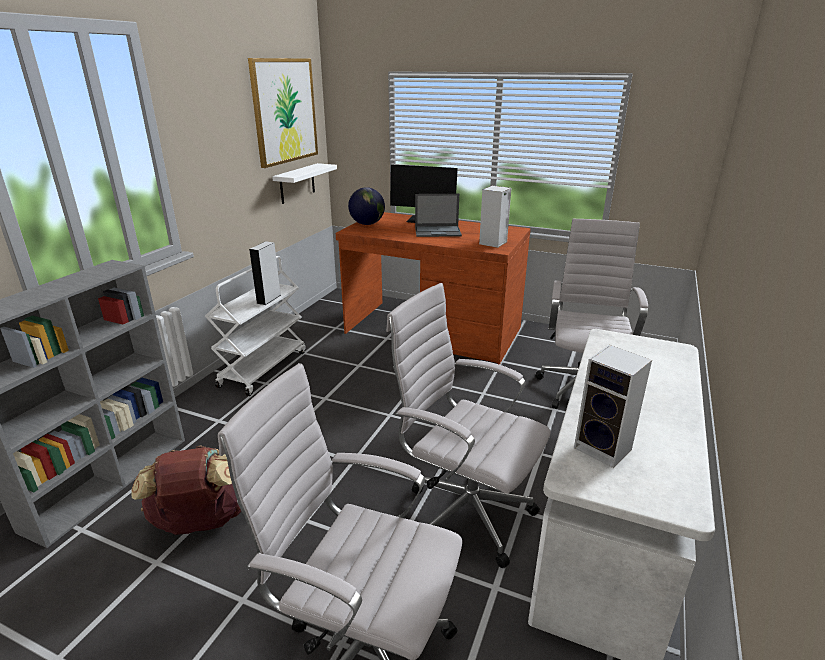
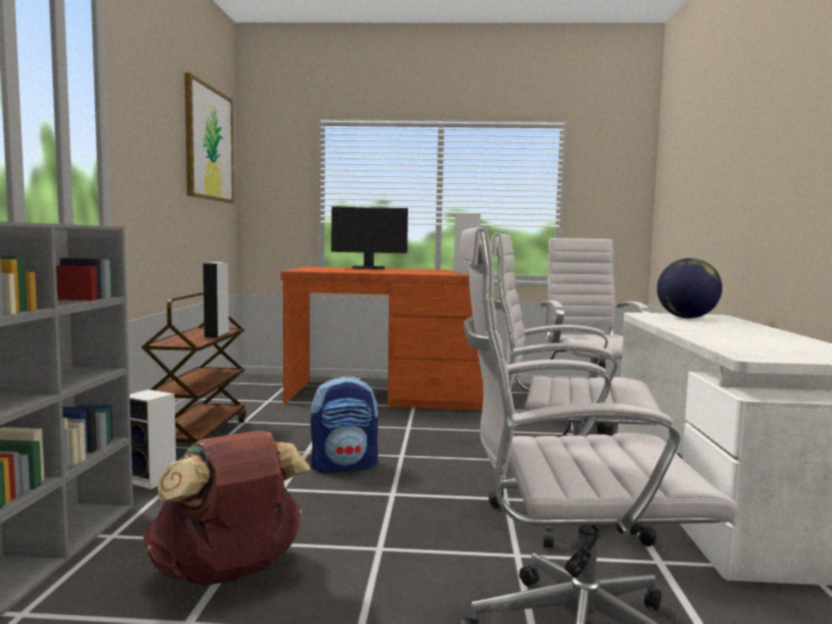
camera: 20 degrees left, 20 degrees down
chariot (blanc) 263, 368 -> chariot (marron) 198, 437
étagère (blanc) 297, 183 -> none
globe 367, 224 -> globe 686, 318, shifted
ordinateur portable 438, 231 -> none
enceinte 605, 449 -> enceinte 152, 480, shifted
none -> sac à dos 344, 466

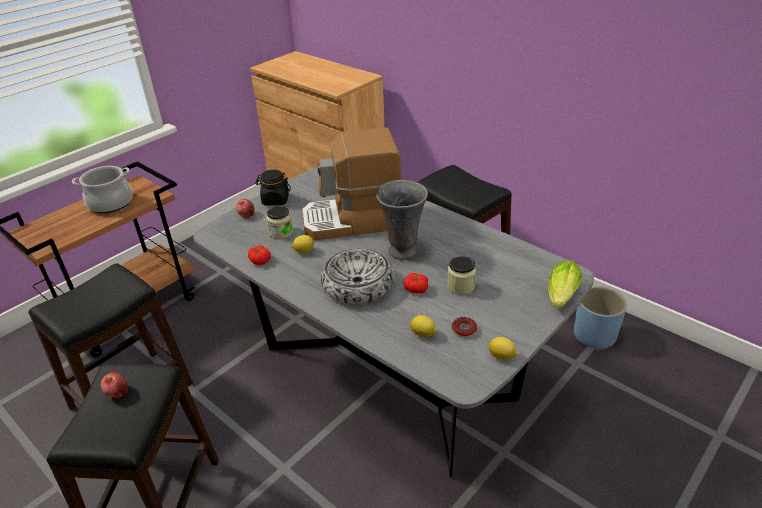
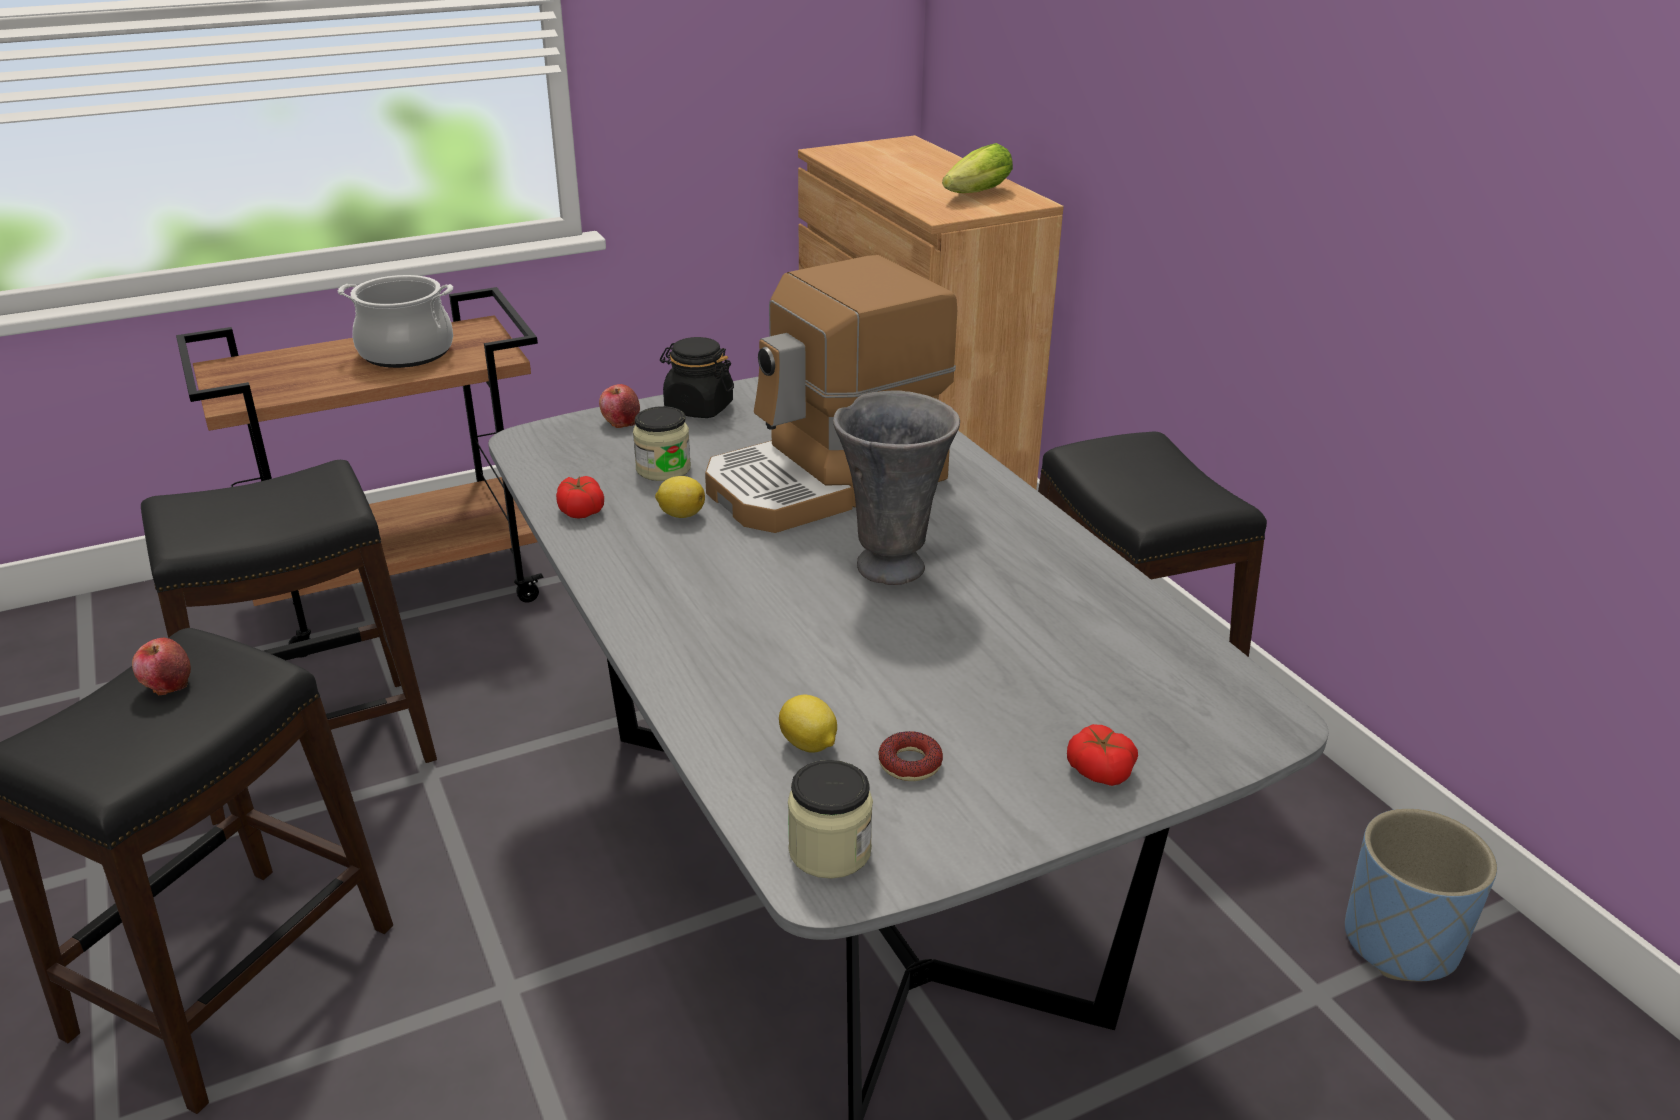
camera: 20 degrees right, 5 degrees down
machine à café 352, 221 -> machine à café 827, 482, 45 degrees counterclockwise
bol 358, 284 -> none
tomate 416, 289 -> tomate 1099, 770, shifted
bocal 461, 286 -> bocal 830, 850, shifted
citron 502, 356 -> none
laitue 561, 297 -> laitue 973, 195, shifted

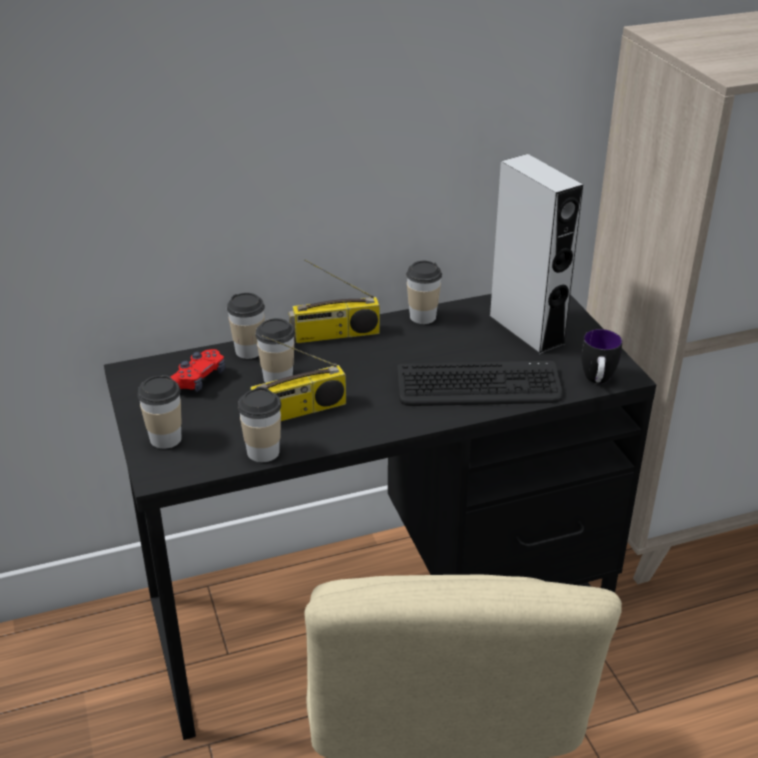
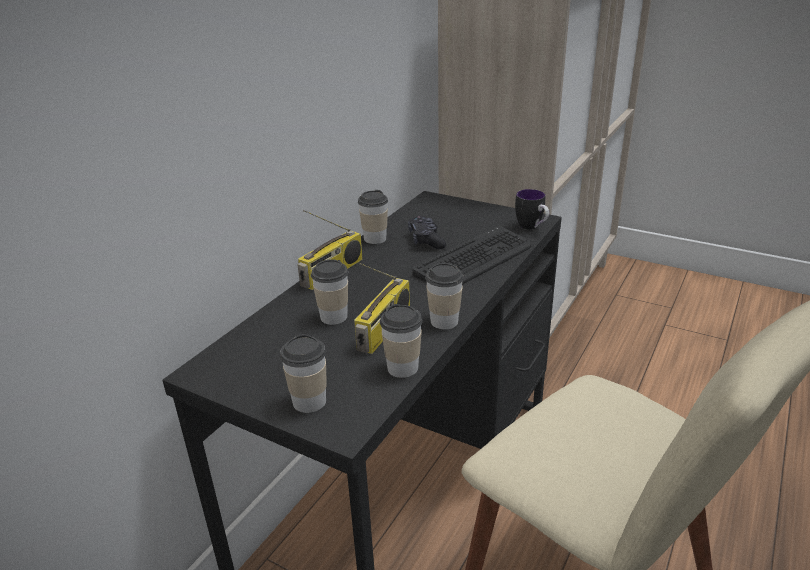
camera: 40 degrees left, 5 degrees down
manette (rouge) 197, 380 -> none
tasse 249, 351 -> tasse 444, 321, shifted
enceinte (gris) 526, 330 -> none
none -> manette (noir) 426, 240

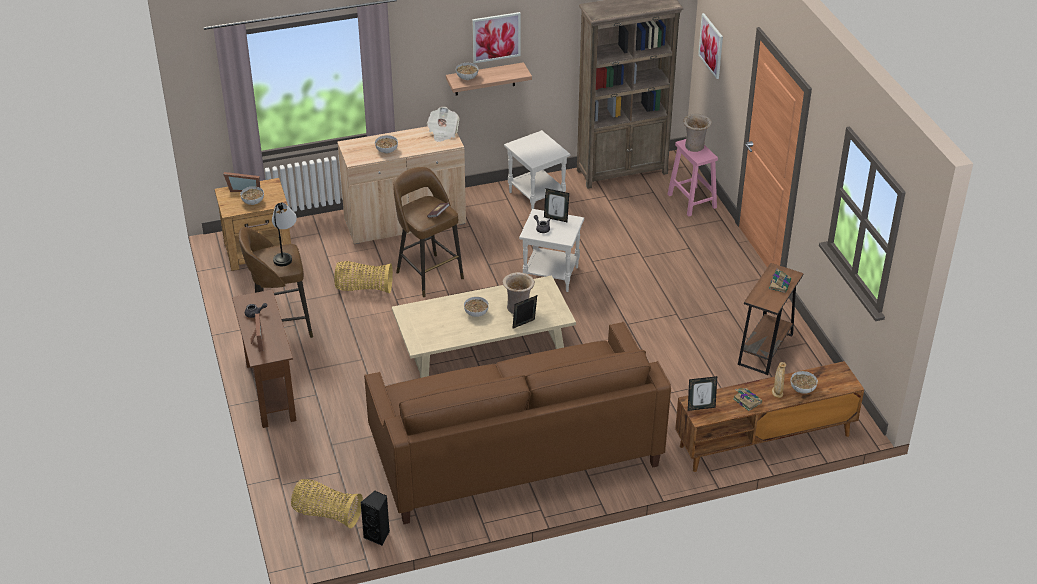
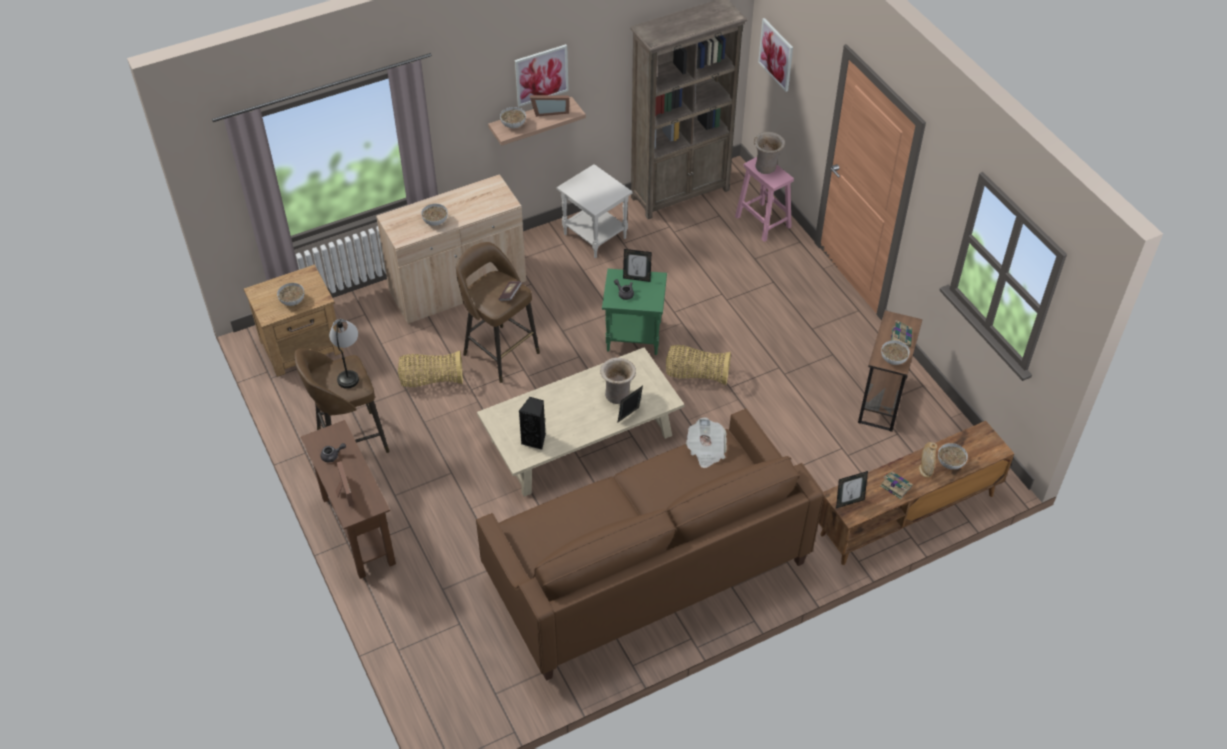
camera: 10 degrees left, 10 degrees up
cadre photo 244, 189 -> cadre photo 549, 111, shifted
panier 326, 514 -> panier 696, 375, shifted
enceinte (noir) 378, 535 -> enceinte (noir) 535, 439, shifted
journal 443, 132 -> journal 706, 450, shifted
bol 476, 313 -> bol 893, 359, shifted
table d'appoint (blanc) 552, 275 -> table d'appoint (vert) 634, 335

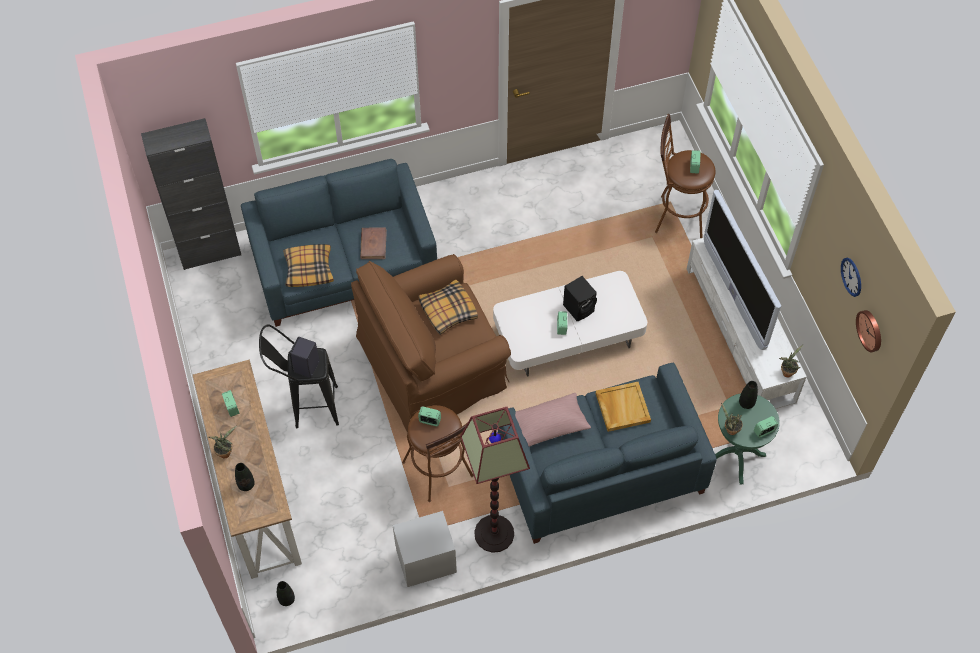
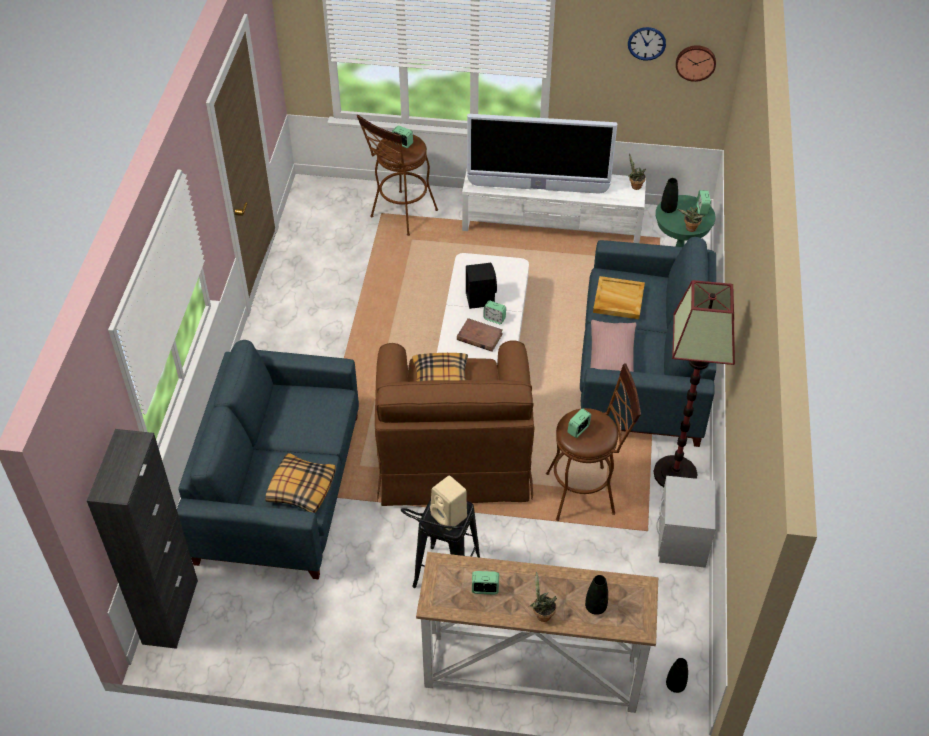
camera: 65 degrees left, 10 degrees down
enceinte (noir) 306, 367 -> enceinte (beige) 450, 516
livre (marron) 373, 244 -> livre (marron) 479, 337, shifted

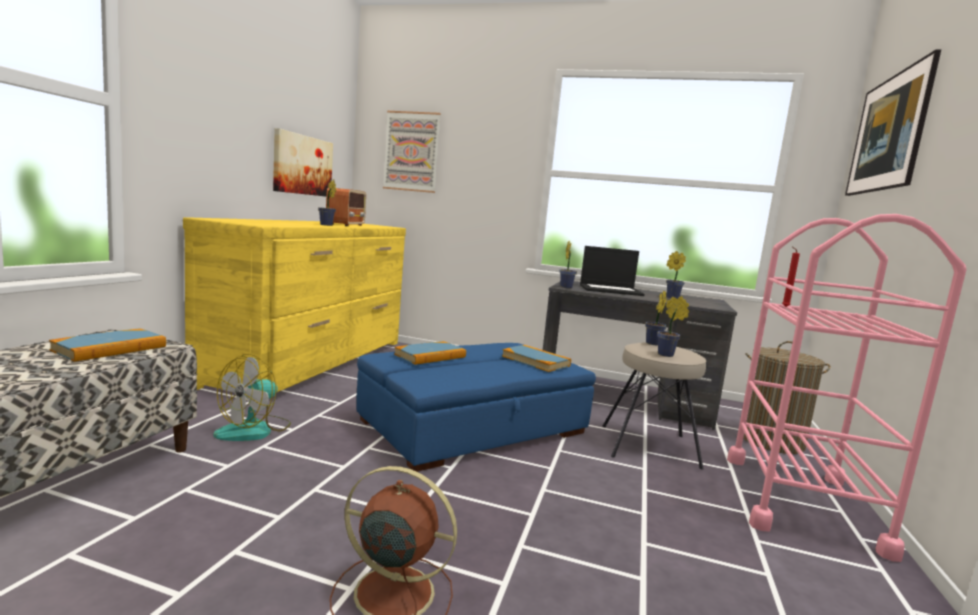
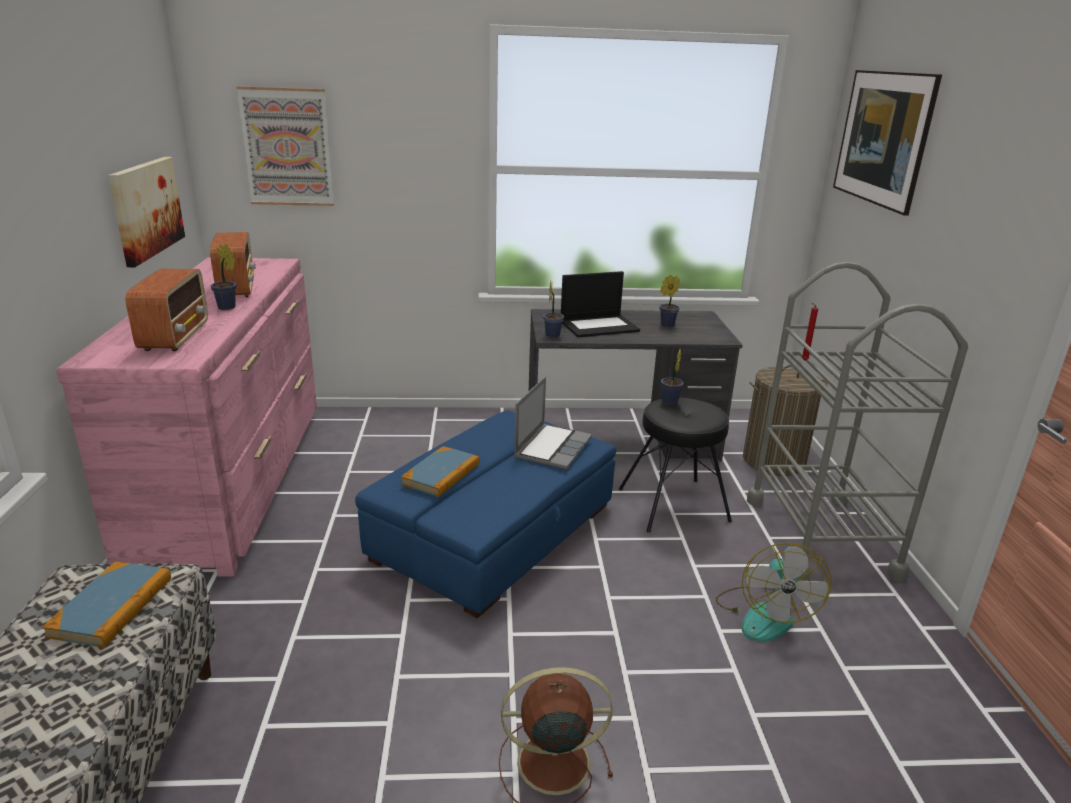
camera: 20 degrees left, 15 degrees up
commode (jaune) 313, 361 -> commode (rose) 235, 477
ventilateur 254, 430 -> ventilateur 764, 614, shifted
livre 535, 361 -> ordinateur portable 552, 447
tabouret (beige) 649, 446 -> tabouret (noir) 674, 505
plante en pot 667, 355 -> none
chariot (rose) 800, 502 -> chariot (gris) 820, 536
none -> radio 175, 336

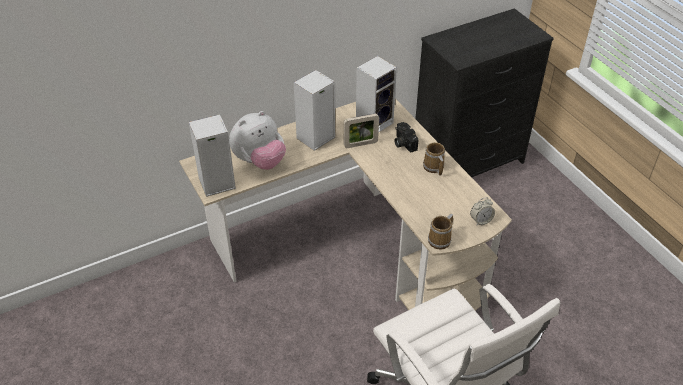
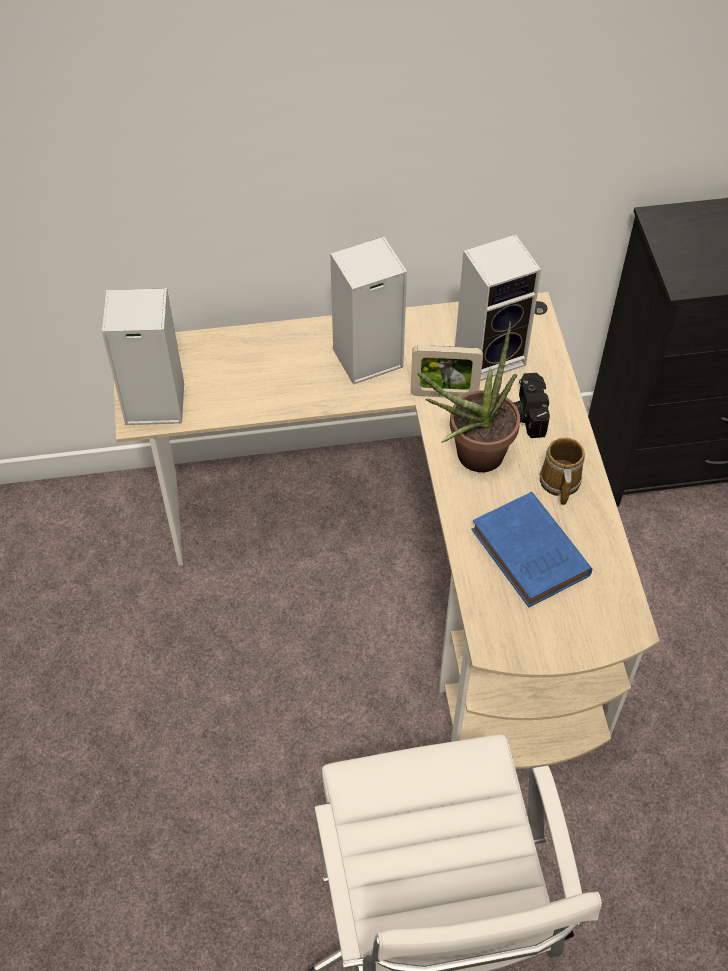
camera: 20 degrees right, 10 degrees up
peluche 259, 161 -> none
mug 441, 240 -> none
réveil 481, 220 -> none
none -> plante en pot 471, 458
none -> livre (bleu) 532, 555

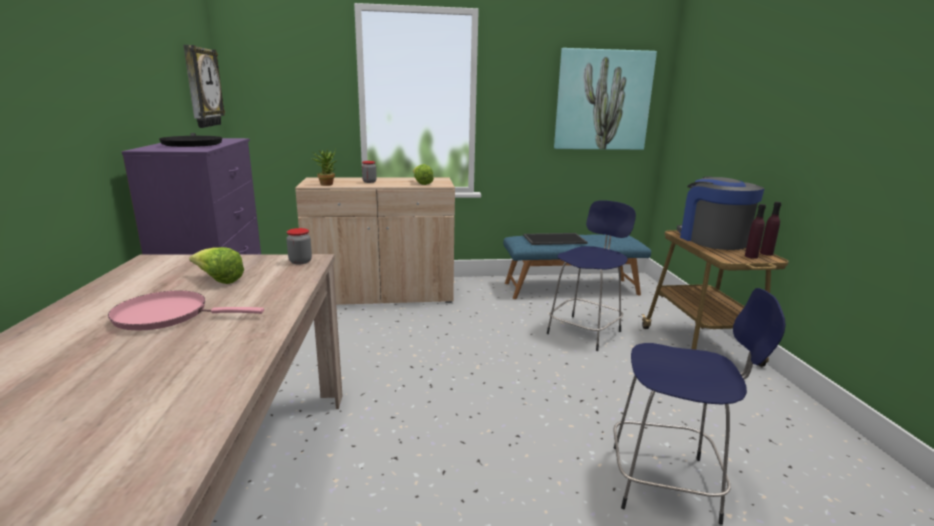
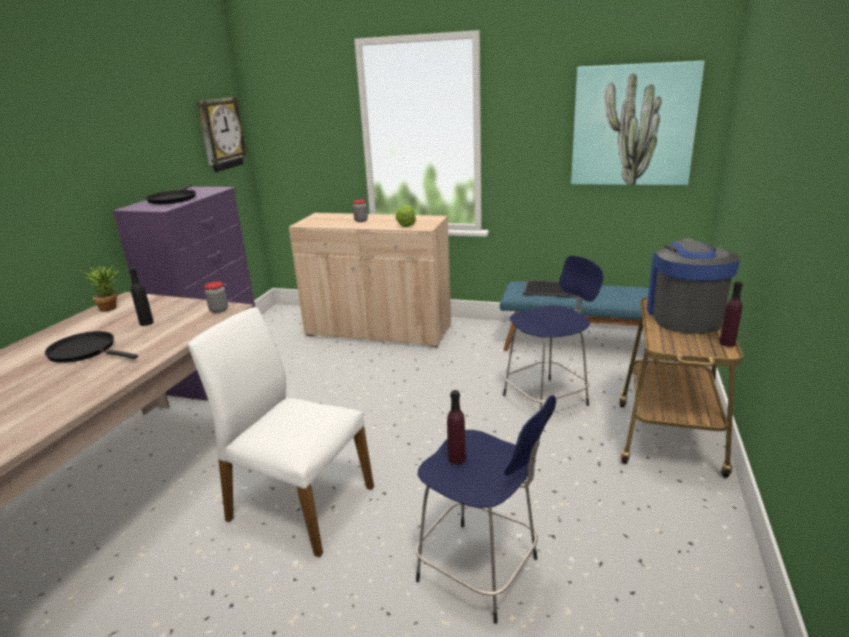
camera: 25 degrees right, 5 degrees up
poêle (rose) 167, 315 -> poêle (noir) 86, 351
laitue 219, 280 -> bouteille (noir) 146, 323
plante en pot 327, 184 -> plante en pot 110, 307, shifted
bouteille (violet) 751, 256 -> bouteille (violet) 457, 458, shifted
none -> chaise (blanc) 298, 504

